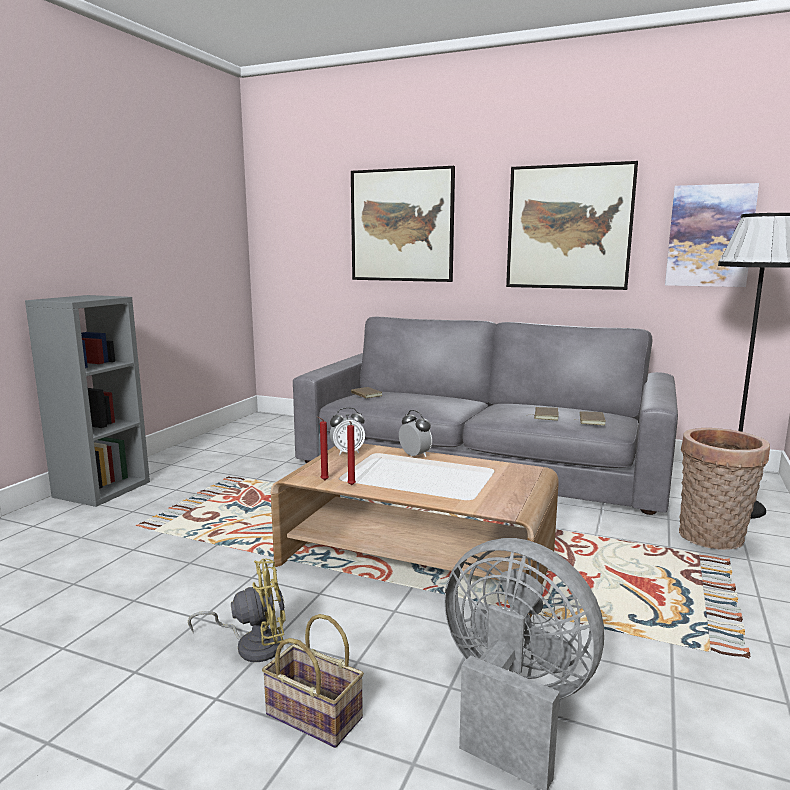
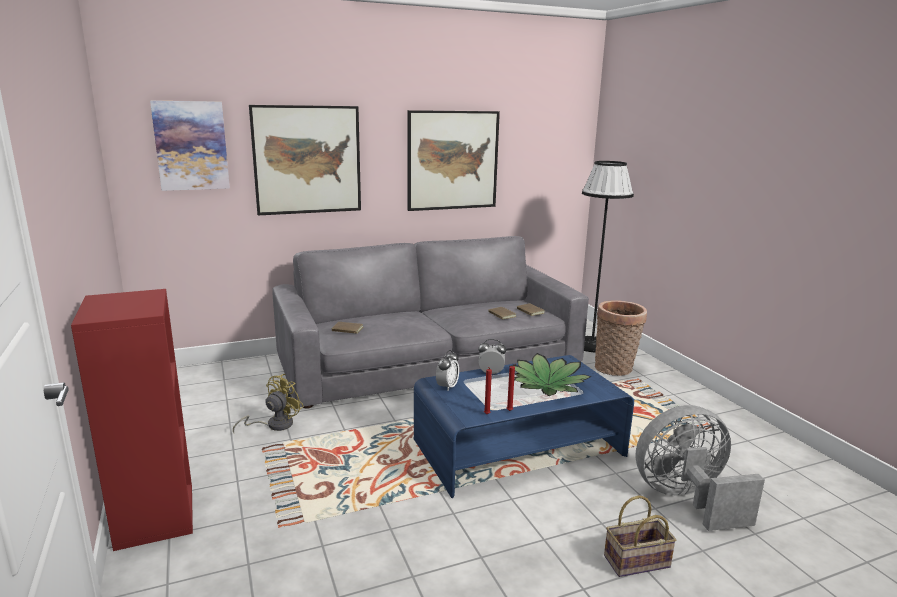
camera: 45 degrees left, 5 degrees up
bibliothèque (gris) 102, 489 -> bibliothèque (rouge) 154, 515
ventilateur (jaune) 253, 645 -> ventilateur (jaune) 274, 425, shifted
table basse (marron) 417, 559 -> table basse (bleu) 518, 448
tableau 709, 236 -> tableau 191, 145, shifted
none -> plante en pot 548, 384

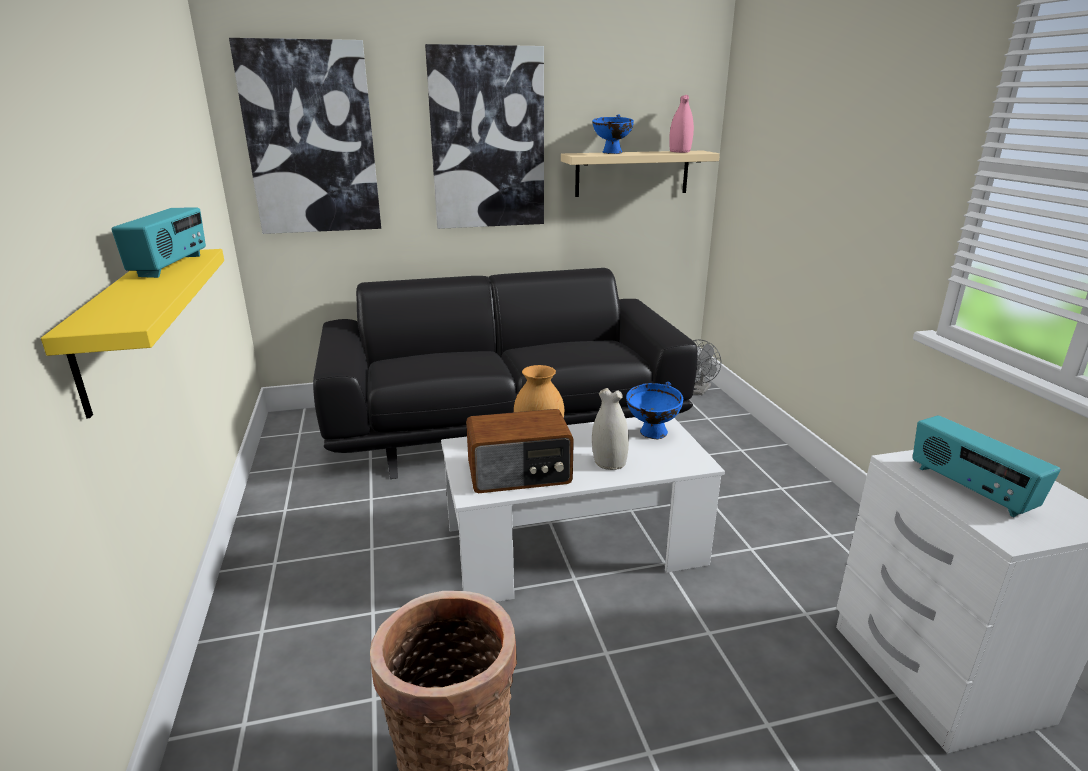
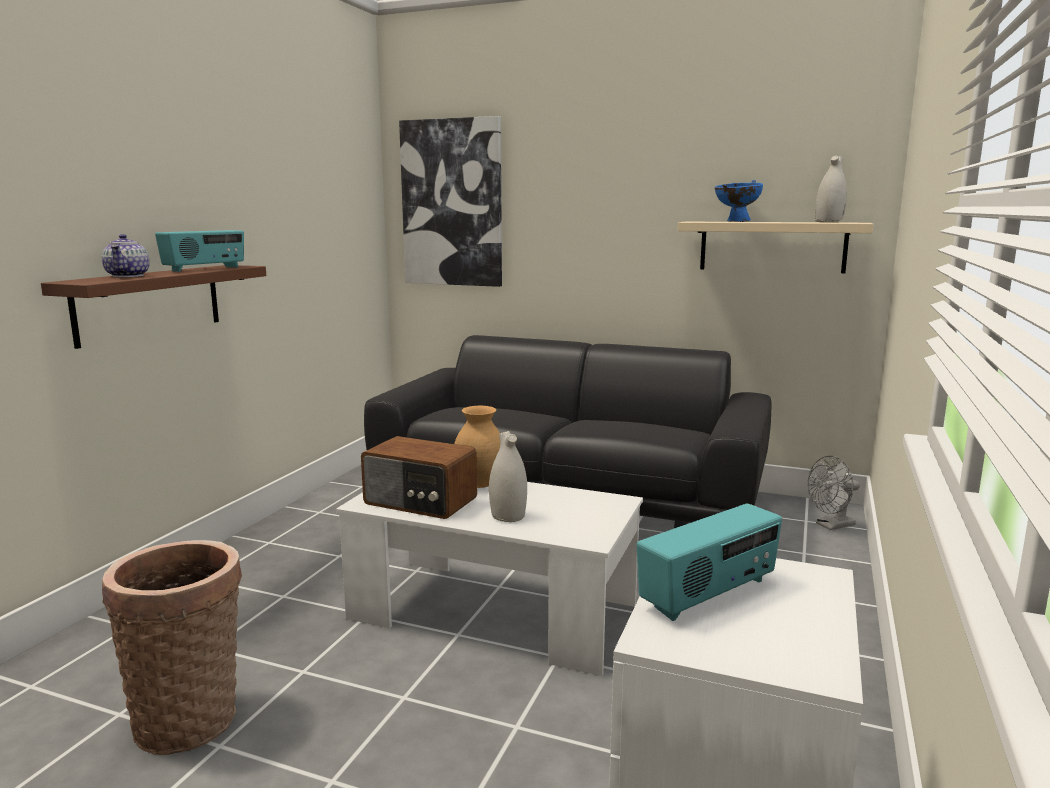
camera: 35 degrees right, 10 degrees down
étagère (jaune) 120, 327 -> étagère (marron) 149, 303
tableau 487, 139 -> none
bol (bleu) 651, 435 -> none
vase (rose) 680, 151 -> vase (blanc) 829, 222
radio 969, 489 -> radio 709, 595, 135 degrees counterclockwise
none -> théière 128, 276

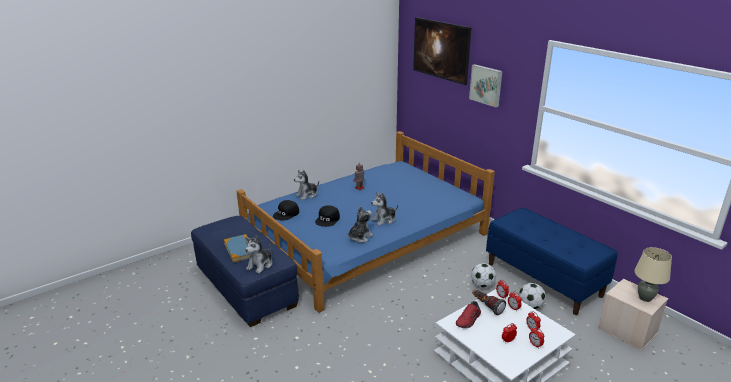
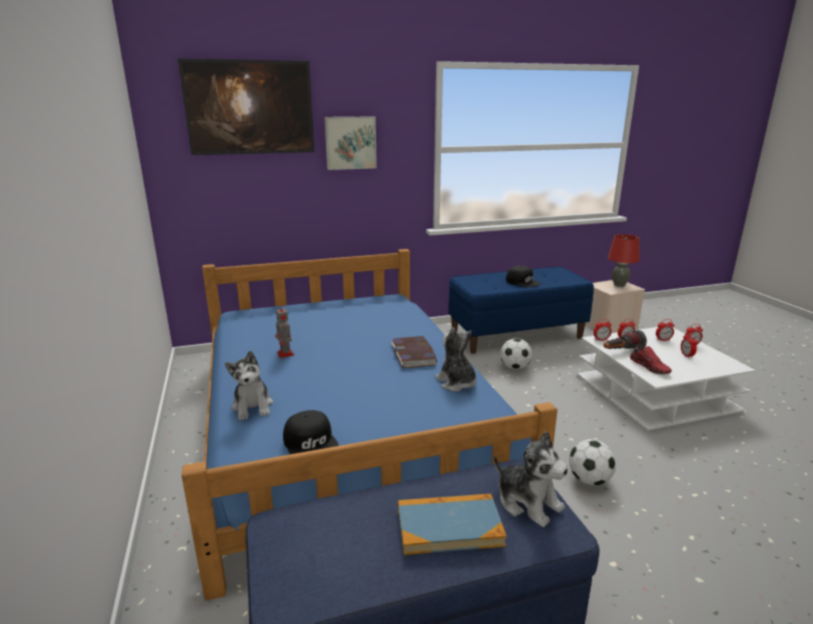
camera: 70 degrees left, 5 degrees down
casquette (noir) 328, 219 -> casquette (noir) 523, 282, shifted
peluche 384, 220 -> livre 414, 355
ballon de foot 530, 306 -> ballon de foot 589, 480, shifted
lampe de table (beige) 645, 298 -> lampe de table (rouge) 619, 284

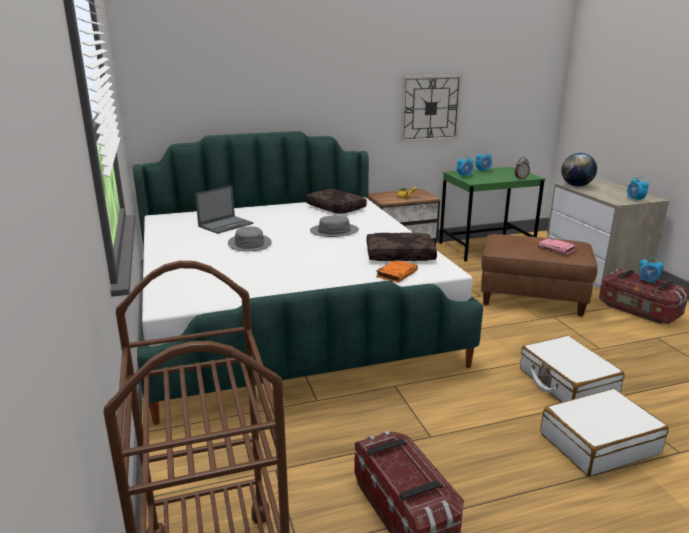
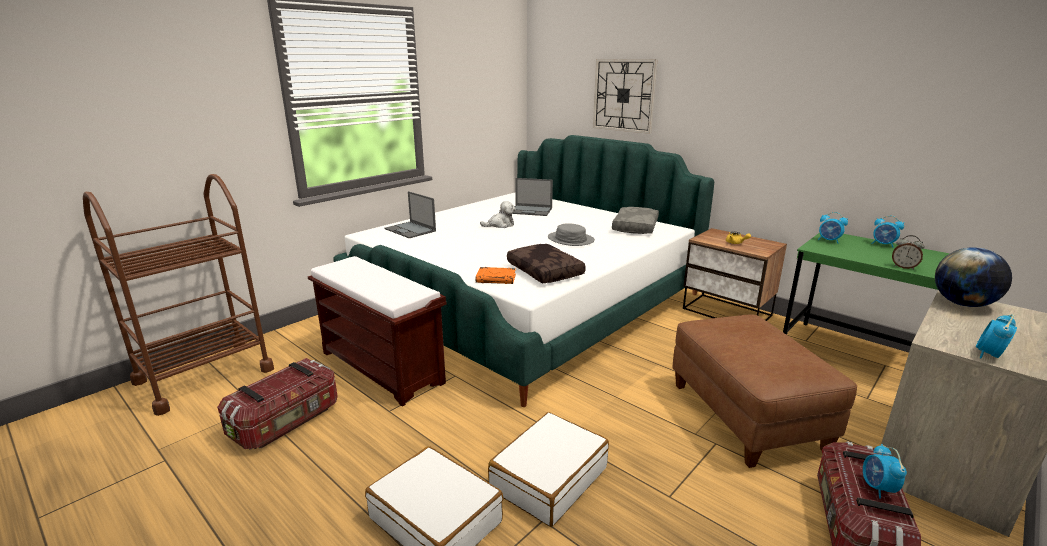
camera: 60 degrees right, 0 degrees up
chapeau (gris) 249, 244 -> peluche 500, 225
coussin (marron) 334, 208 -> coussin (gris) 634, 227
horloge murale 430, 108 -> horloge murale 624, 95, shifted
livre (rose) 557, 249 -> none
none -> banc (marron) 383, 367
none -> ordinateur portable 410, 230

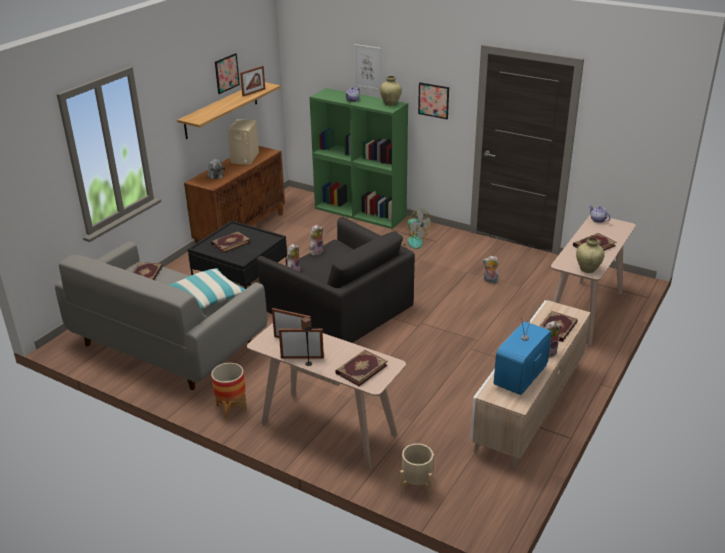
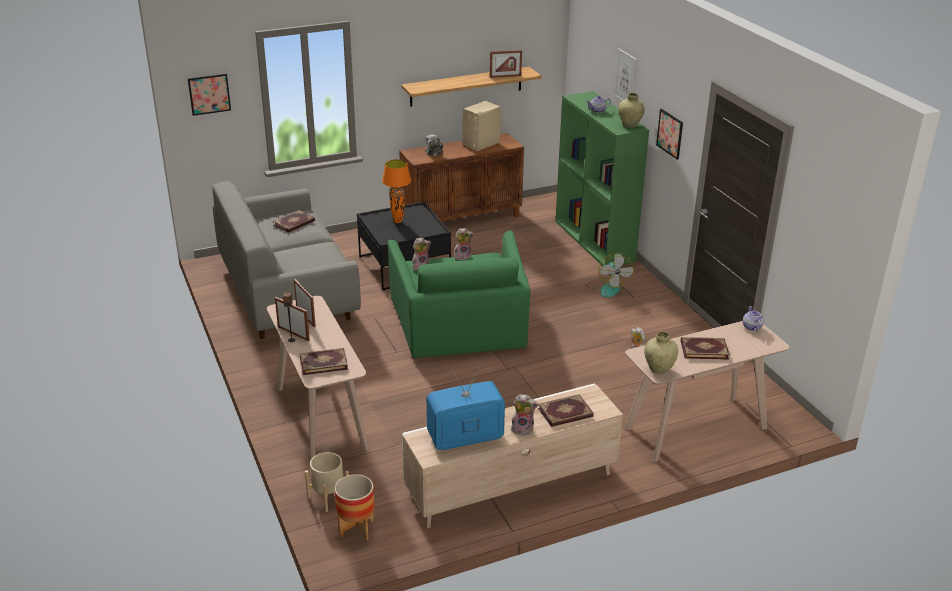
camera: 35 degrees right, 0 degrees up
coussin 208, 297 -> none
livre 230, 243 -> lampe de table (orange) 398, 221
cache-pot 231, 408 -> cache-pot 356, 528, shifted
tableau 226, 73 -> tableau 209, 94, shifted
fauteuil (noir) 339, 307 -> fauteuil (vert) 459, 321

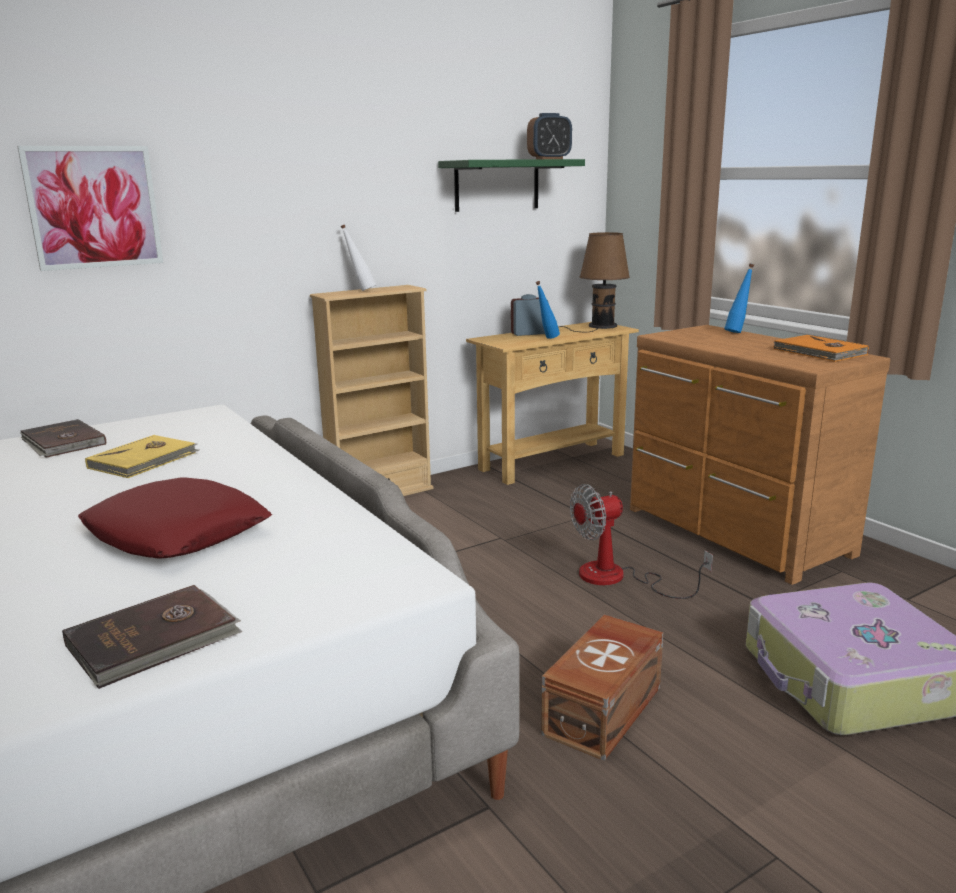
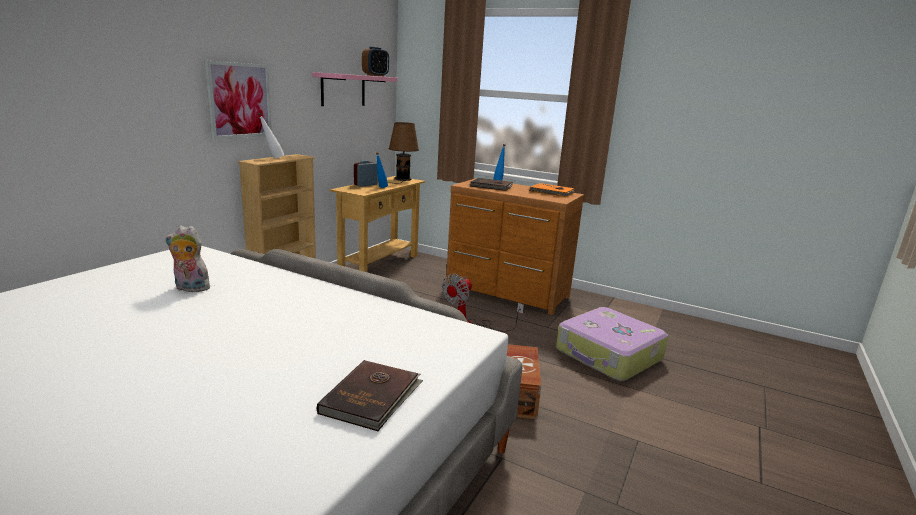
camera: 30 degrees left, 0 degrees up
tableau 94, 207 -> tableau 239, 100, shifted
livre (marron) 62, 443 -> livre (marron) 491, 186, shifted
coussin (rouge) 177, 533 -> none
livre (jaune) 144, 460 -> peluche 190, 288
étagère (vert) 497, 185 -> étagère (rose) 343, 90

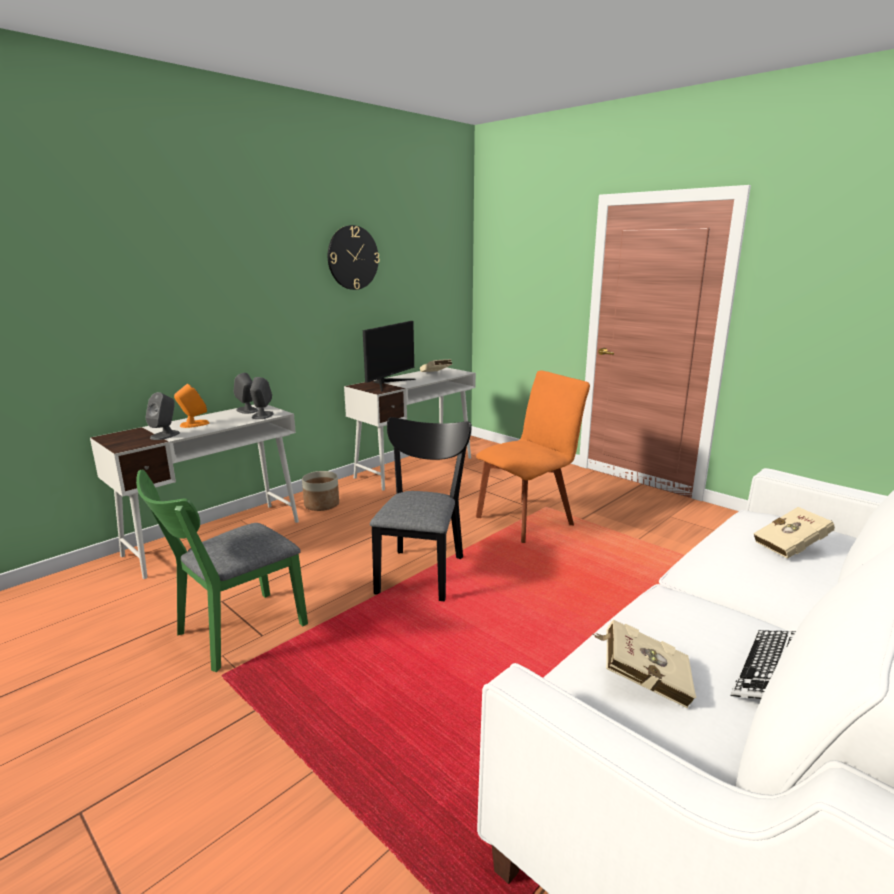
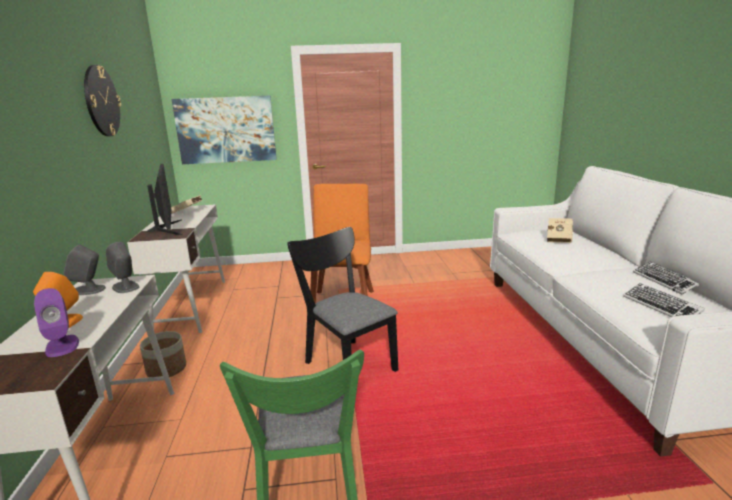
camera: 50 degrees left, 0 degrees up
enceinte (gris) 165, 435 -> enceinte (violet) 62, 346
livre (beige) 641, 680 -> clavier 661, 307
none -> tableau 226, 130

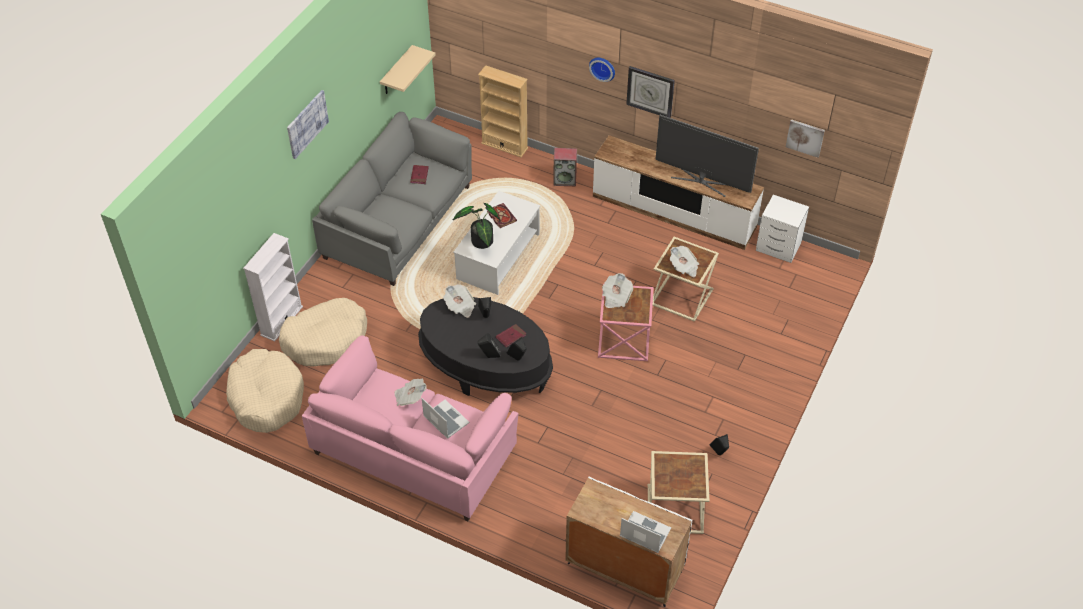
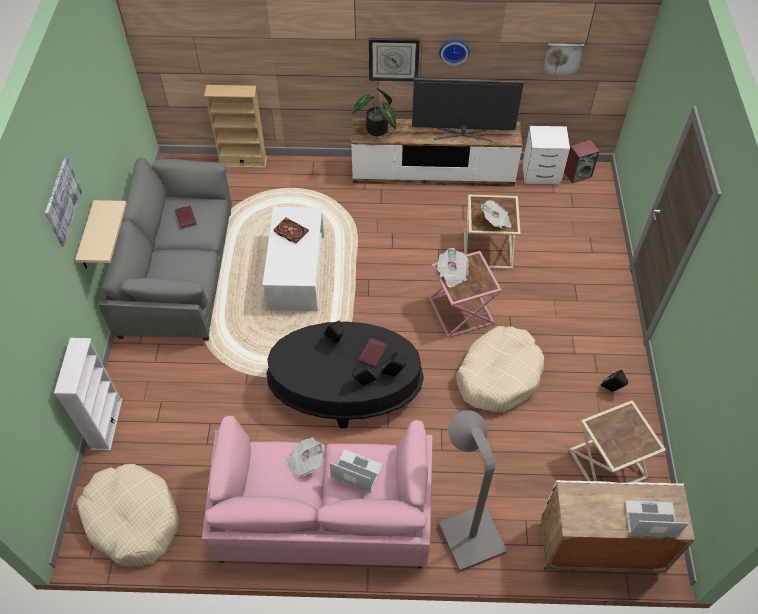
camera: 25 degrees left, 5 degrees up
panier pour chien (beige) 326, 339 -> panier pour chien (beige) 498, 375, shifted
étagère (beige) 397, 71 -> étagère (beige) 88, 238, shifted
journal 460, 306 -> none
plante en pot 481, 243 -> plante en pot 377, 131, shifted
enceinte 565, 179 -> enceinte 577, 174, shifted
horloge murale 603, 68 -> horloge murale 454, 50, shifted
none -> lampadaire (gris) 467, 529

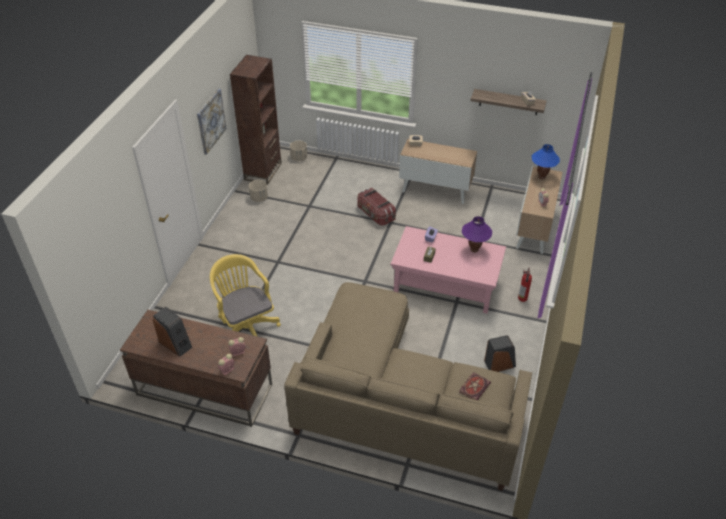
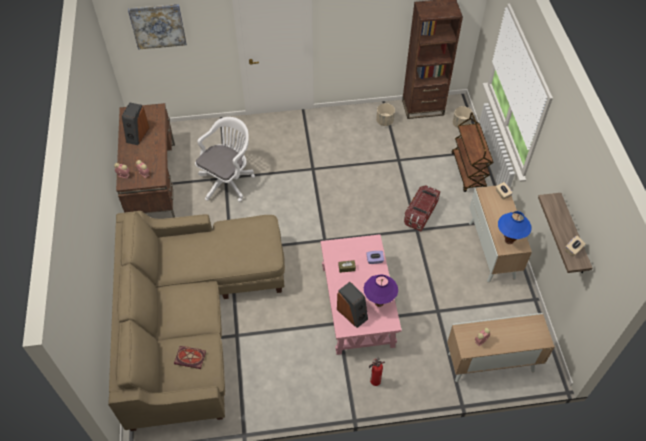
camera: 65 degrees right, 10 degrees up
tableau 211, 121 -> tableau 158, 26, shifted
chaise de bureau (jaune) 246, 327 -> chaise de bureau (blanc) 228, 181
enceinte 499, 364 -> enceinte 352, 313, shifted
lampe de table (bleu) 542, 177 -> lampe de table (bleu) 509, 241, shifted
none -> chariot (marron) 468, 171

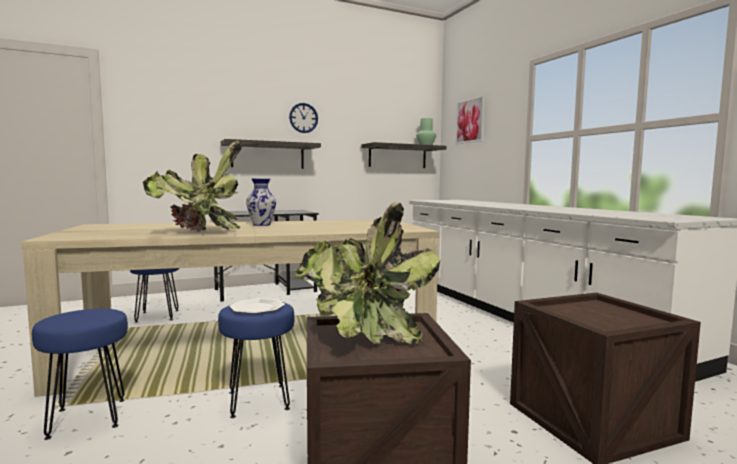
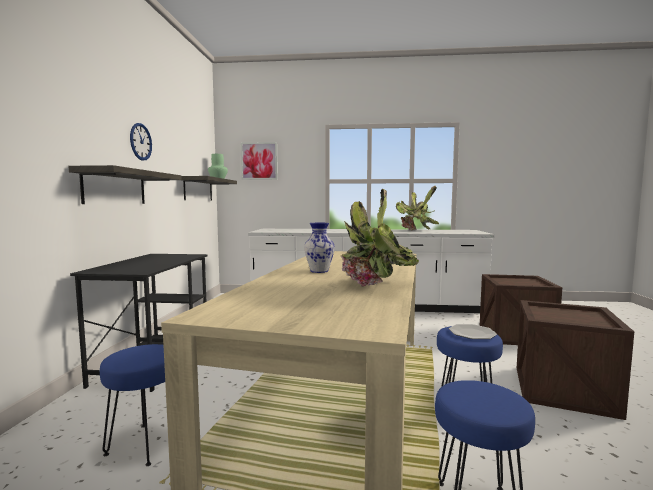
camera: 60 degrees left, 0 degrees up
plante en pot 358, 336 -> plante en pot 416, 231, shifted

